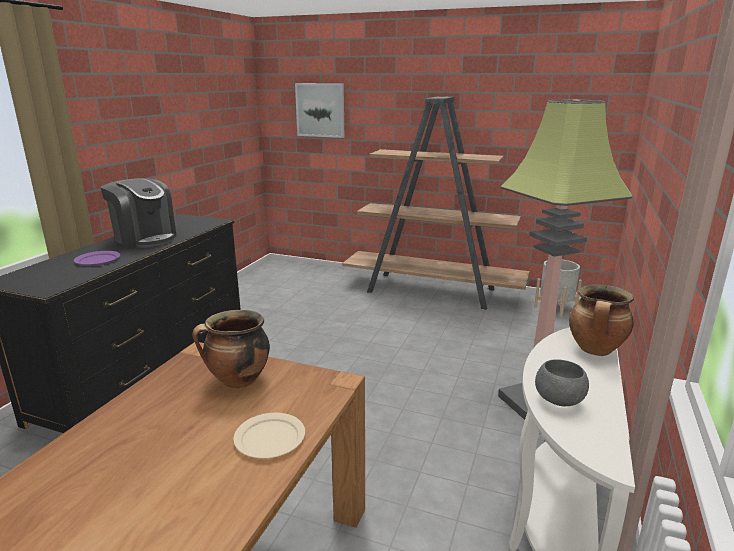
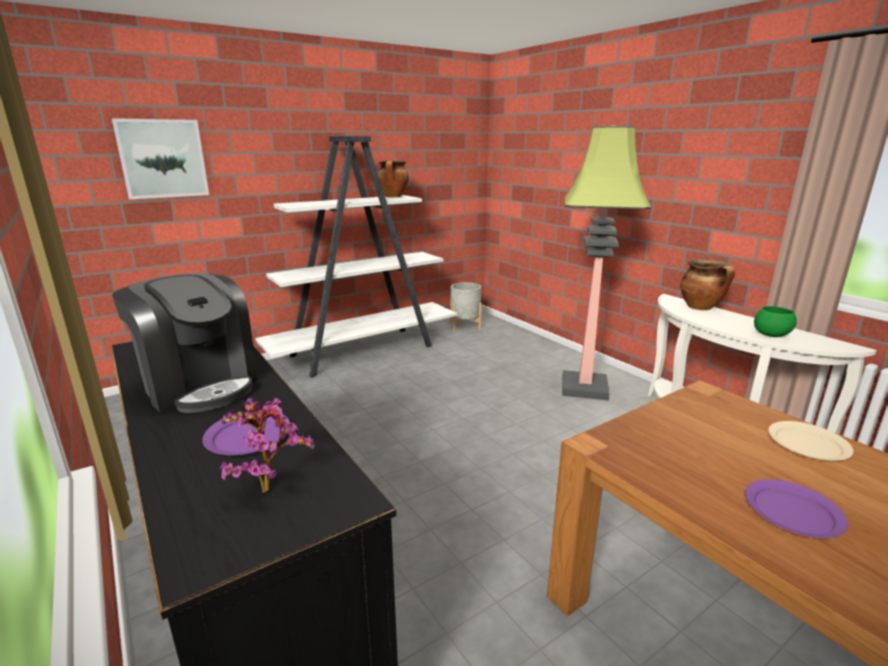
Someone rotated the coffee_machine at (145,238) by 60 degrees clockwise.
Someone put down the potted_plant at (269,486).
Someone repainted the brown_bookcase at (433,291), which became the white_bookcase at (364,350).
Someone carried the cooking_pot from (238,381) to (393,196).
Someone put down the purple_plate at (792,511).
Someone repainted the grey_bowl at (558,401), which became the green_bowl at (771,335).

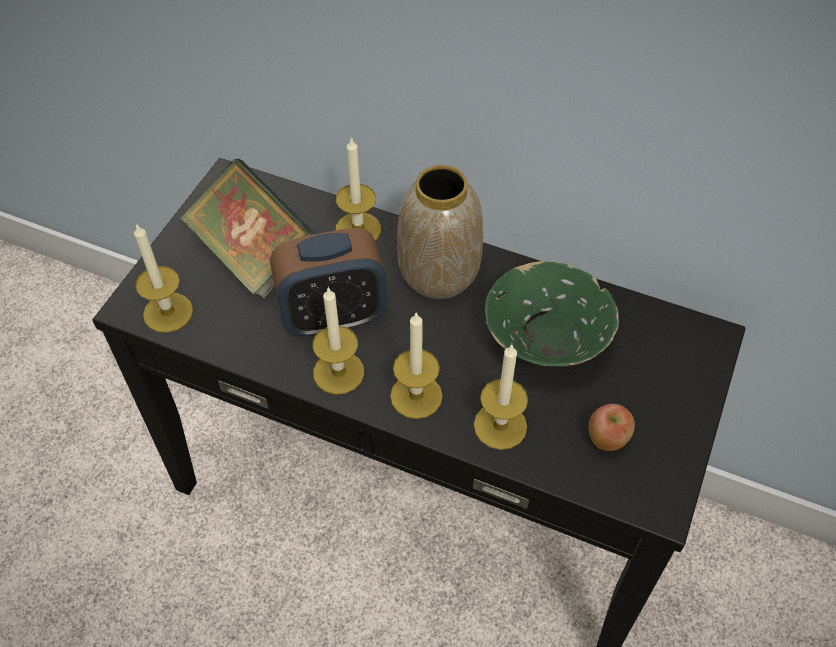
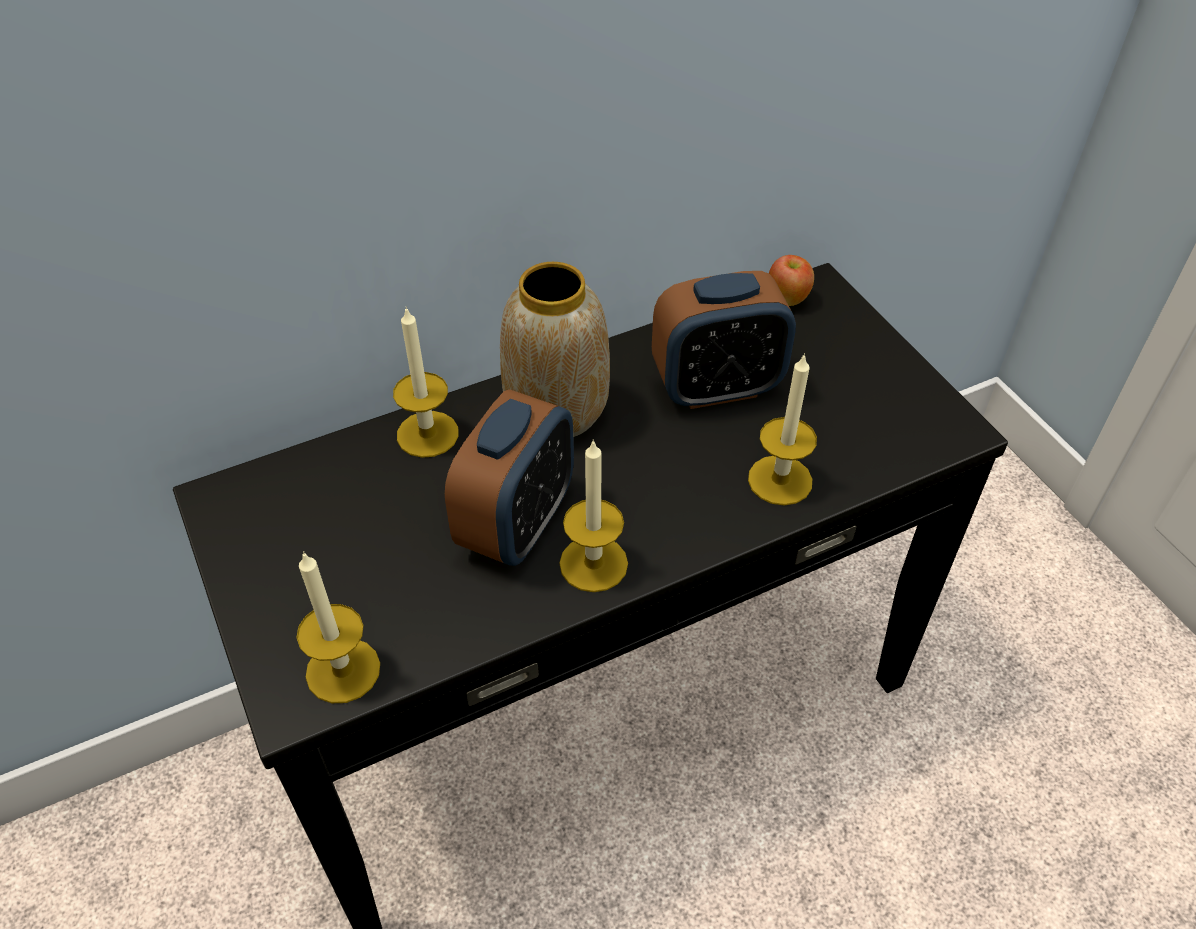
Someone swapped the green_bowl at (546,340) for the alarm_clock at (717,387).
Someone carried the apple from (607,439) to (787,298).
Someone took away the book at (254,254).
Someone took away the candle at (416,396).

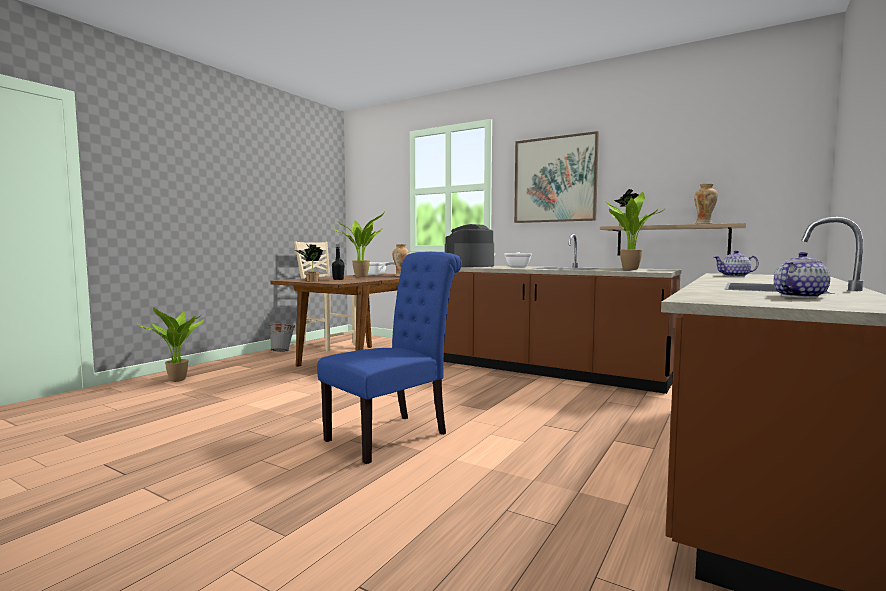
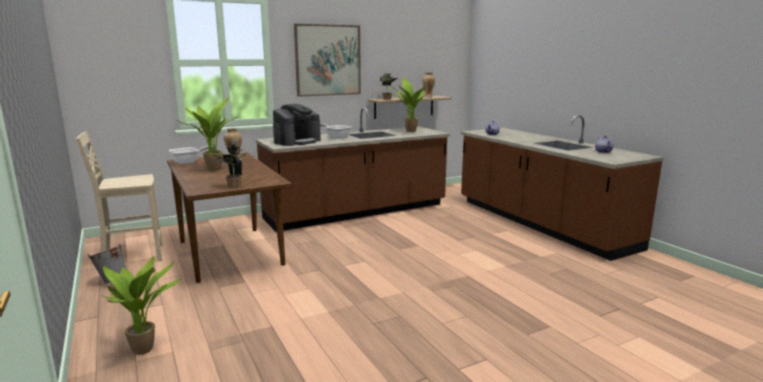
Someone rotated the coffee_machine at (469,266) by 120 degrees counterclockwise.
Someone took away the blue_chair at (393,435).

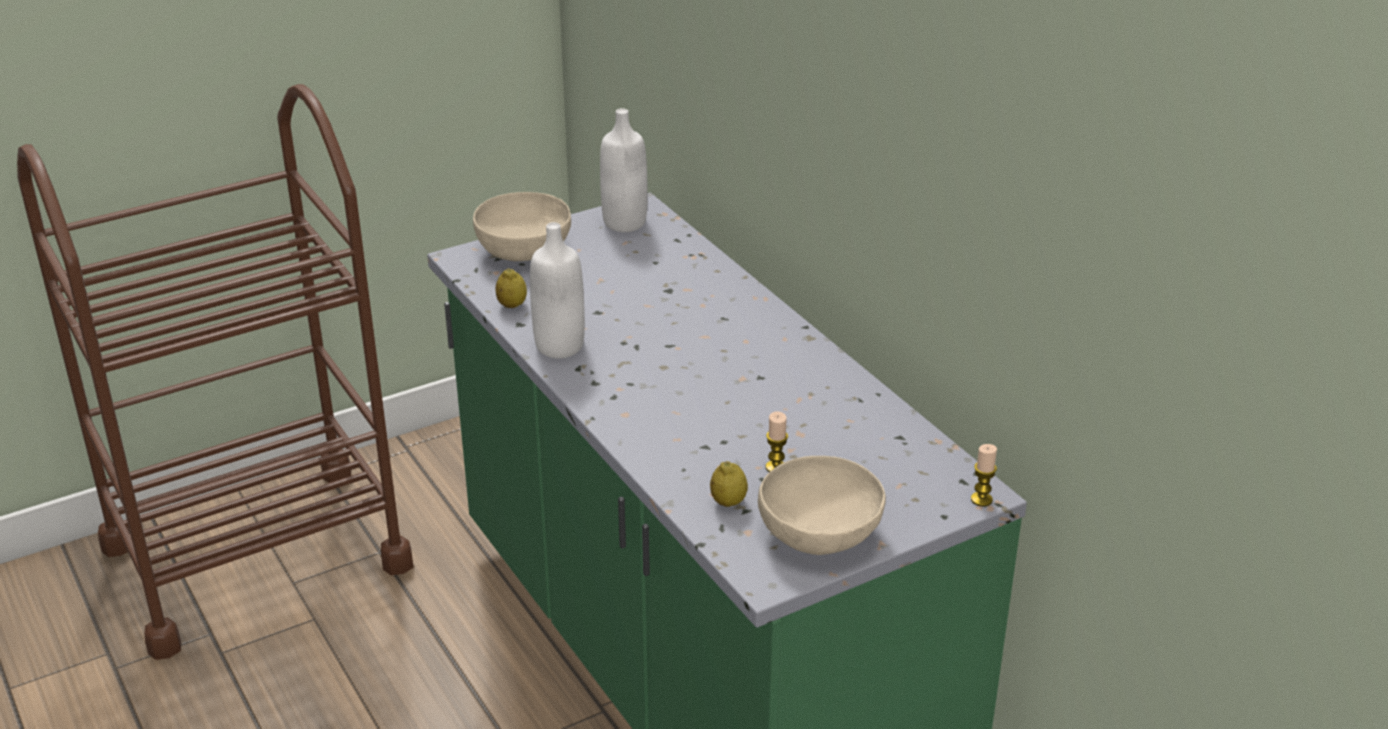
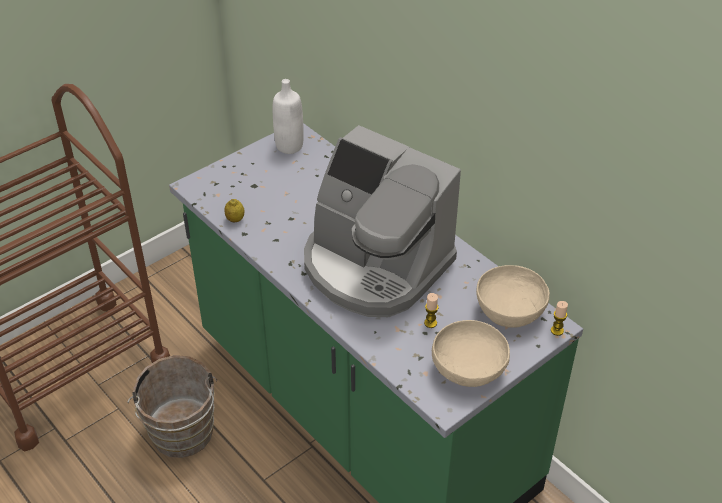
Someone put down the brown_bucket at (182,436).
Someone put down the coffee_machine at (374,266).
Someone carried the beige_bowl from (524,250) to (509,310).
Someone took away the white_bottle at (559,346).
Someone took away the lemon at (728,502).

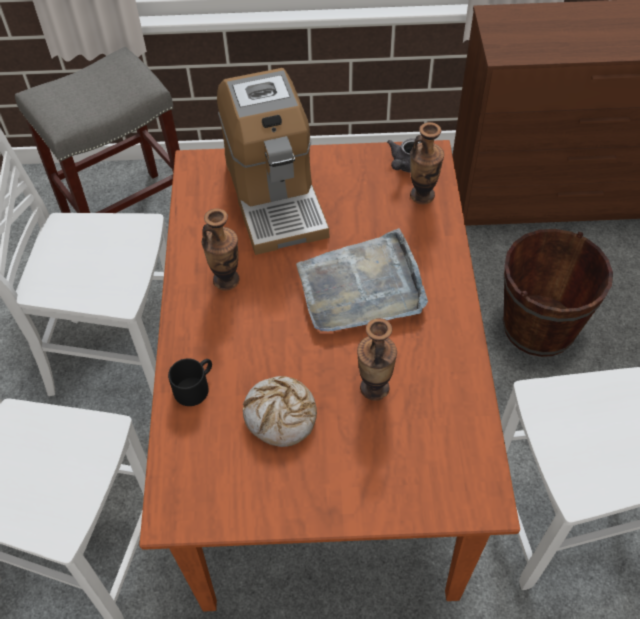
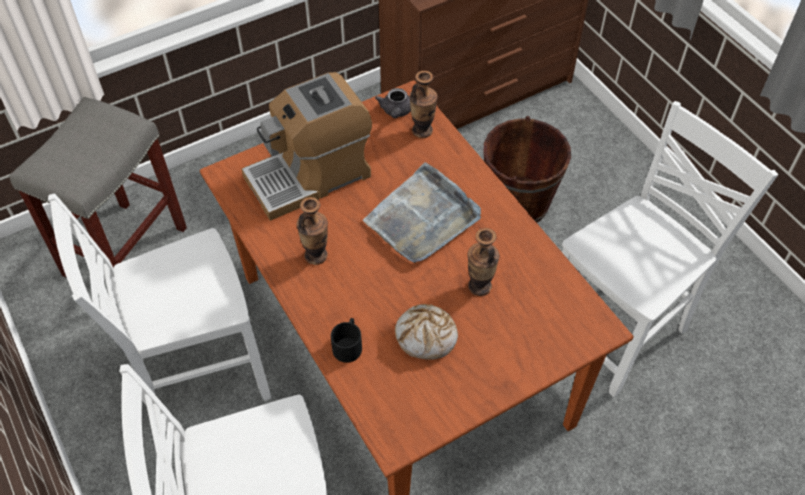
Someone rotated the coffee_machine at (275,197) by 105 degrees clockwise.

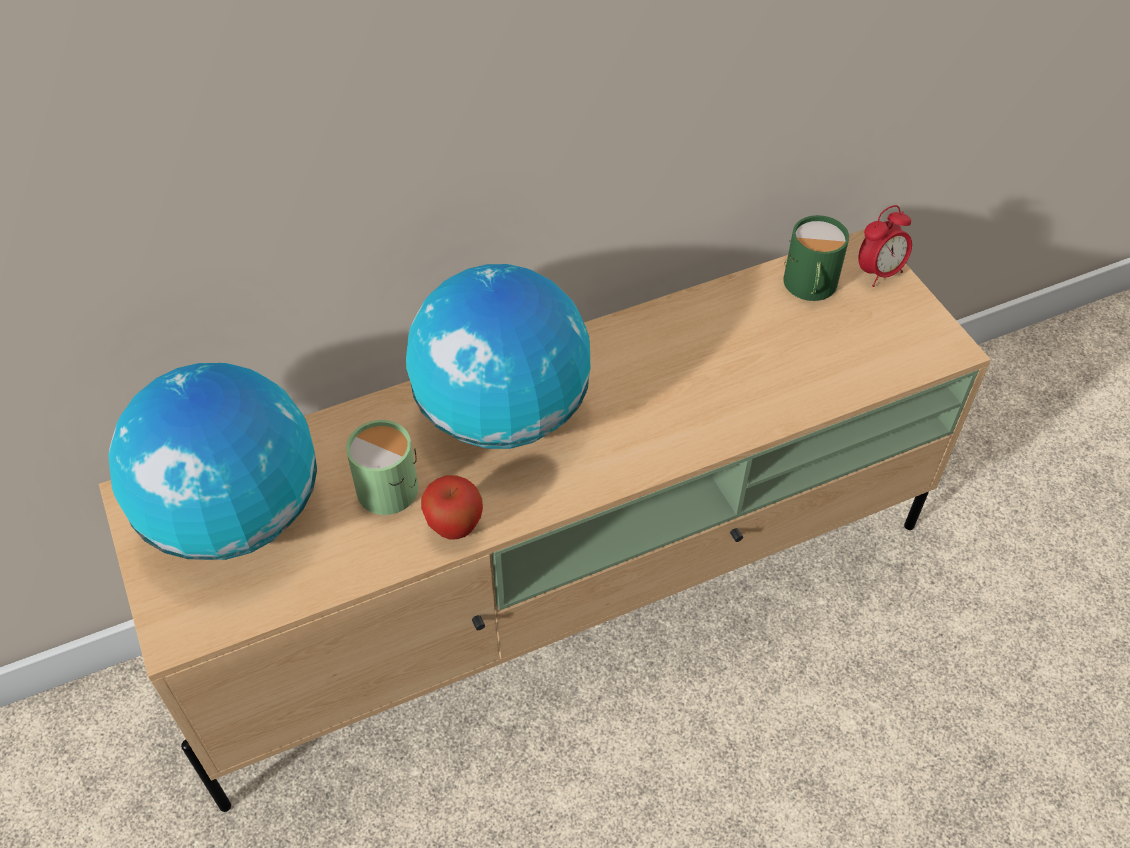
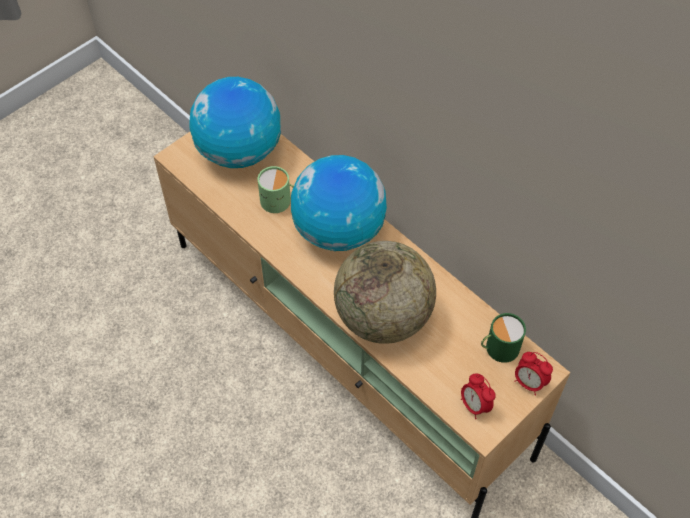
Someone put down the globe at (383,317).
Someone put down the alarm_clock at (474,405).
Someone took away the apple at (455,527).

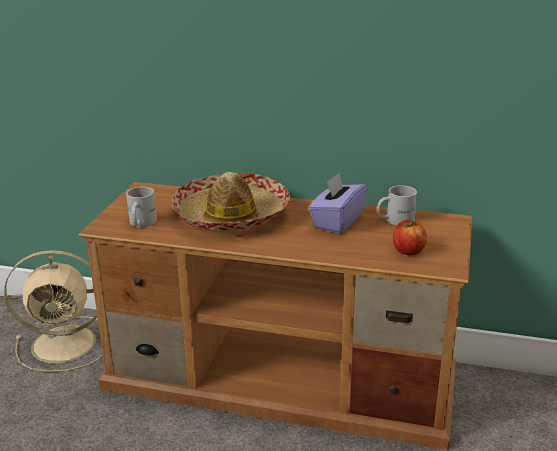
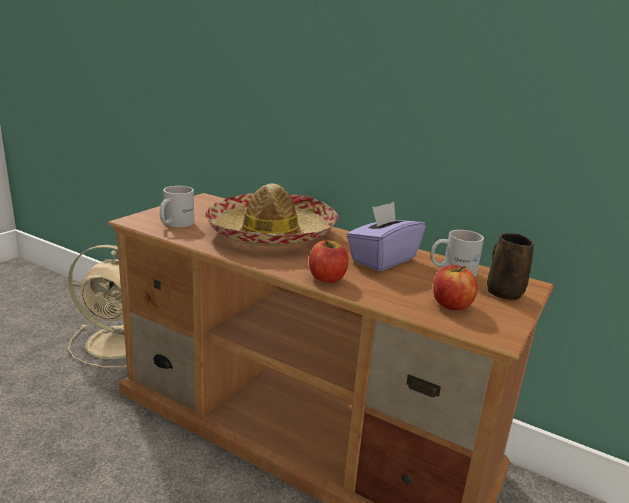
Someone put down the apple at (327,278).
Someone put down the brown_mug at (503,291).

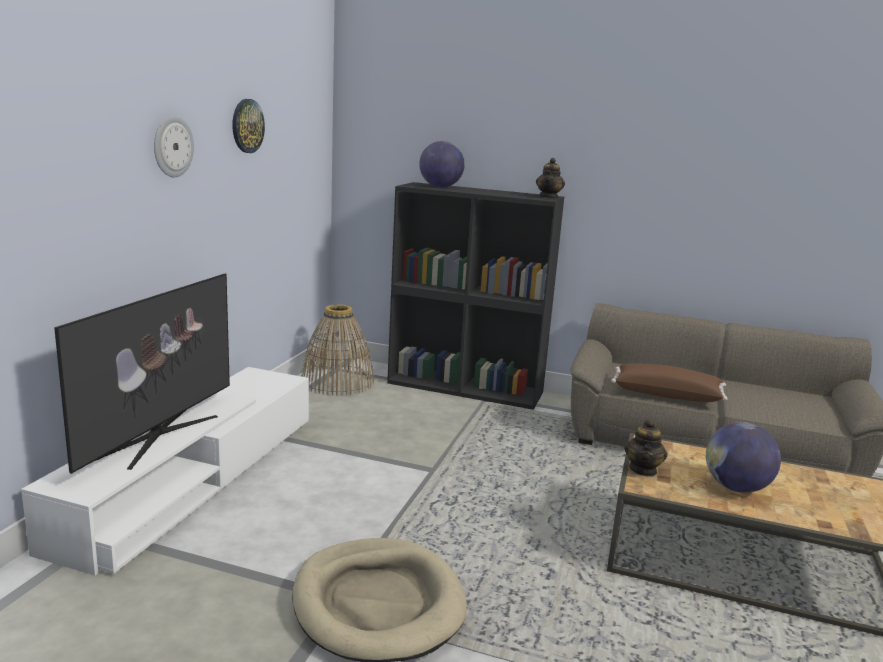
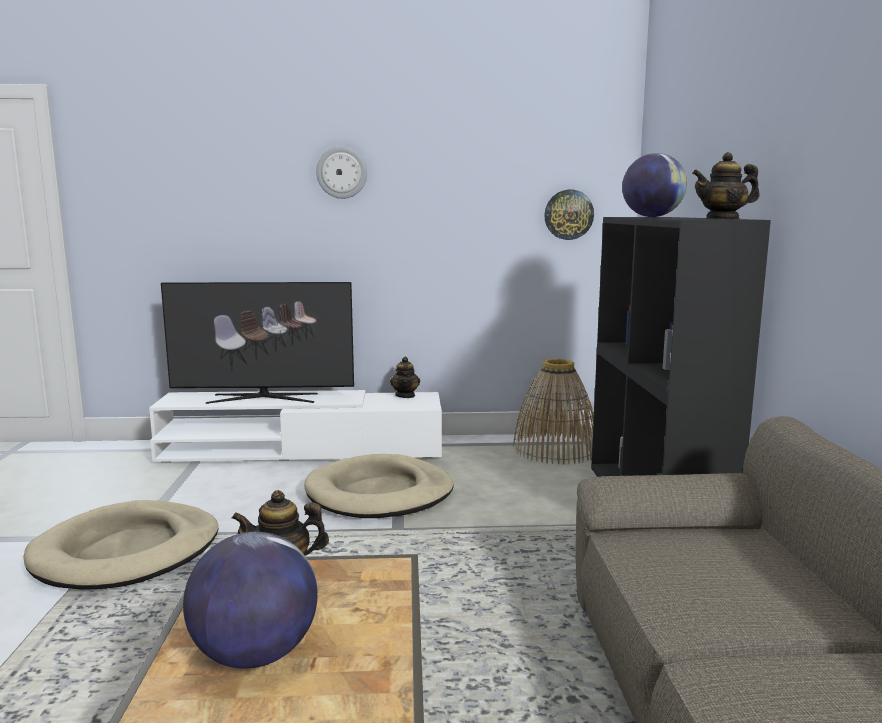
Someone put down the beige_dog_bed at (379,493).
Someone put down the teapot at (405,395).
Someone carried the wall_clock from (247,126) to (568,214).
Someone took away the brown_pillow at (667,394).

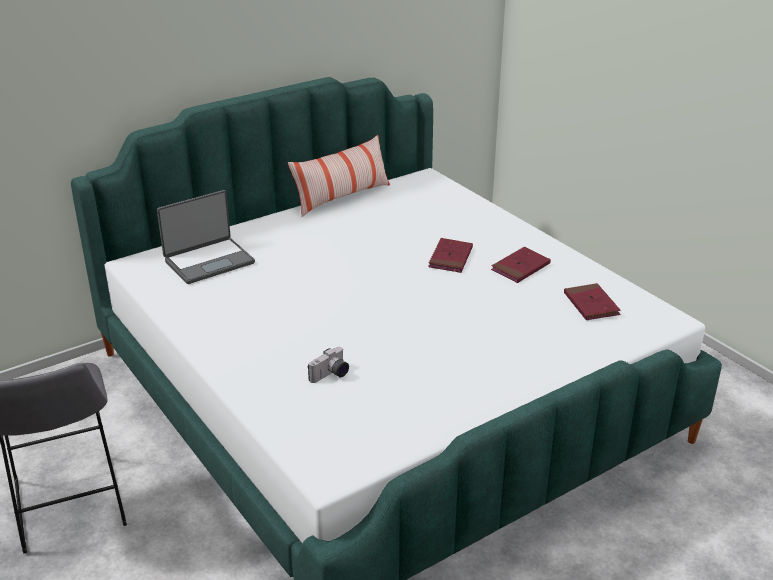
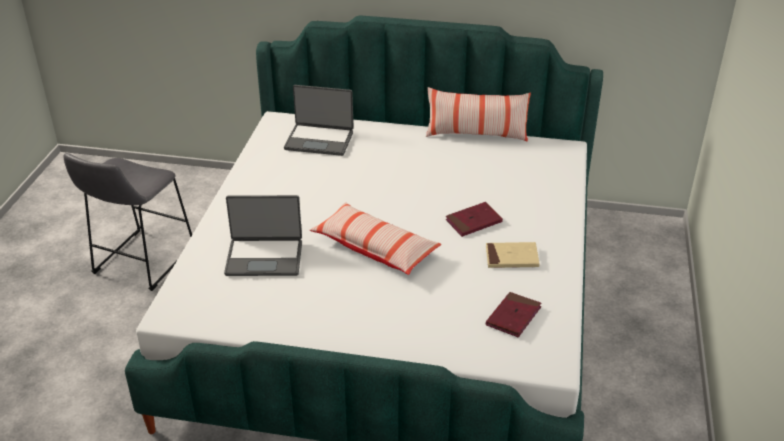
Someone swapped the photo_camera at (331,375) for the laptop at (264,257).
Someone put down the pillow at (375,248).
Someone repainted the red_book at (520,267), which became the beige_book at (511,257).

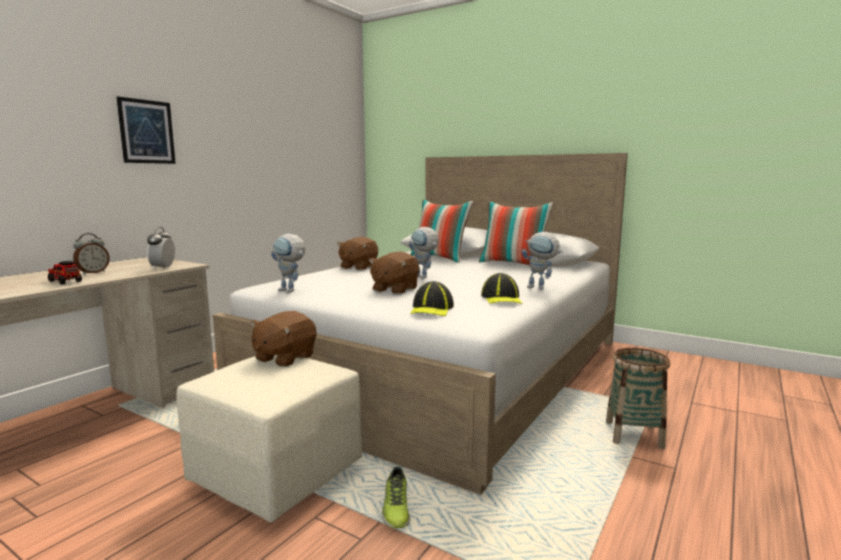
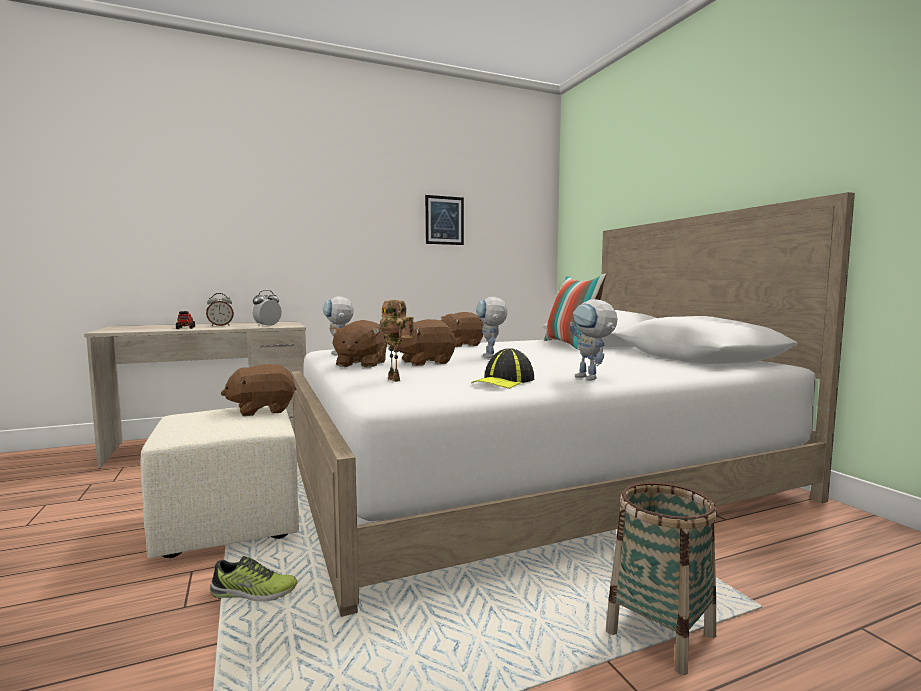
Someone rotated the shoe at (395,508) by 120 degrees counterclockwise.
Someone put down the brown_plush_toy at (361,364).
Someone swapped the cap at (432,309) for the toy_robot at (396,380).
Someone carried the picture from (147,131) to (444,220).
Someone took away the pillow at (513,264).

